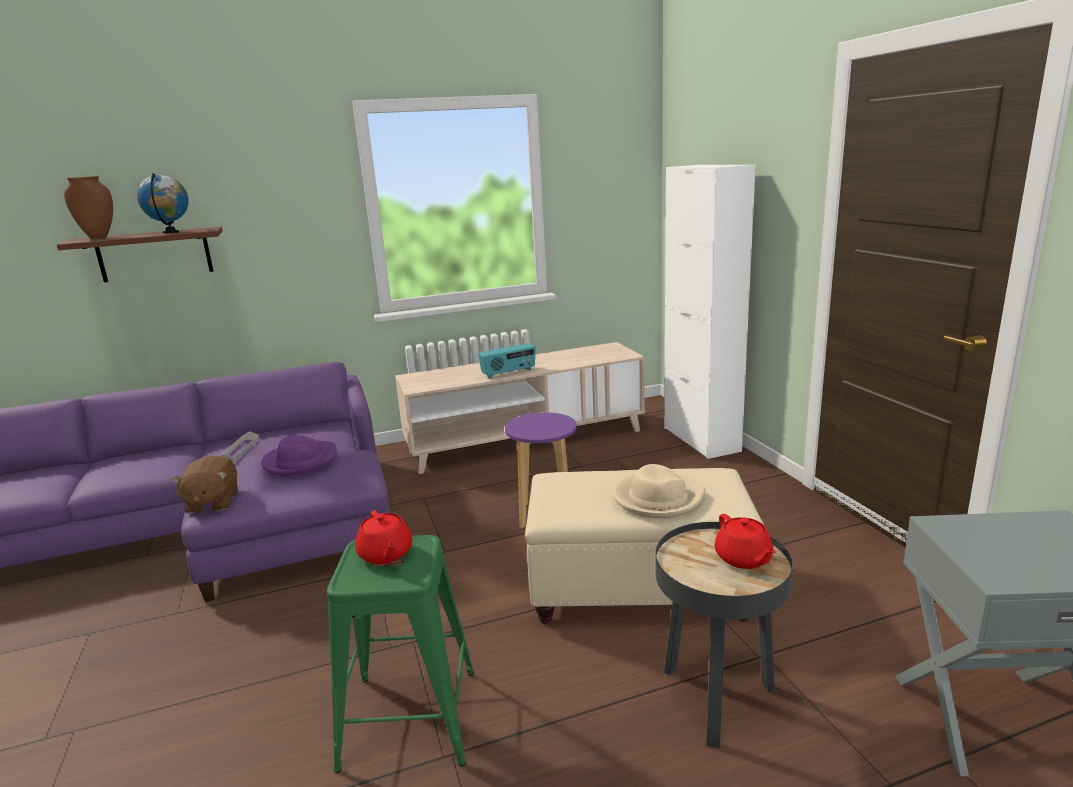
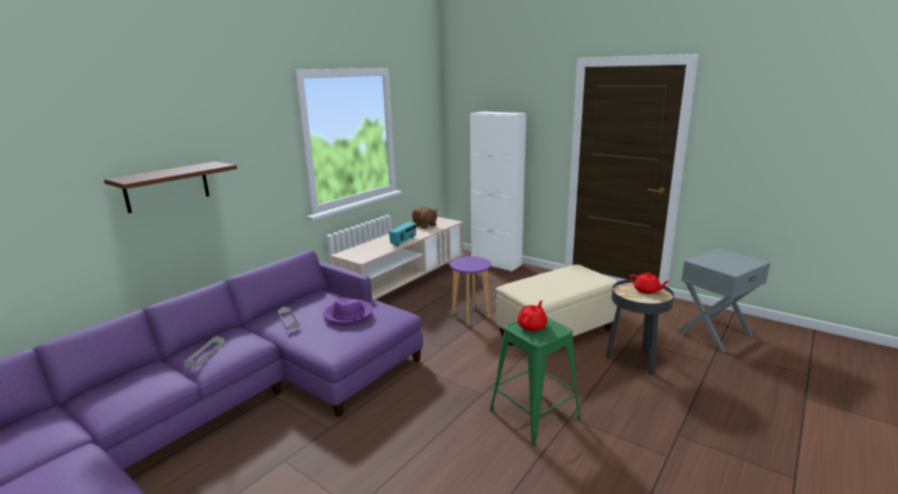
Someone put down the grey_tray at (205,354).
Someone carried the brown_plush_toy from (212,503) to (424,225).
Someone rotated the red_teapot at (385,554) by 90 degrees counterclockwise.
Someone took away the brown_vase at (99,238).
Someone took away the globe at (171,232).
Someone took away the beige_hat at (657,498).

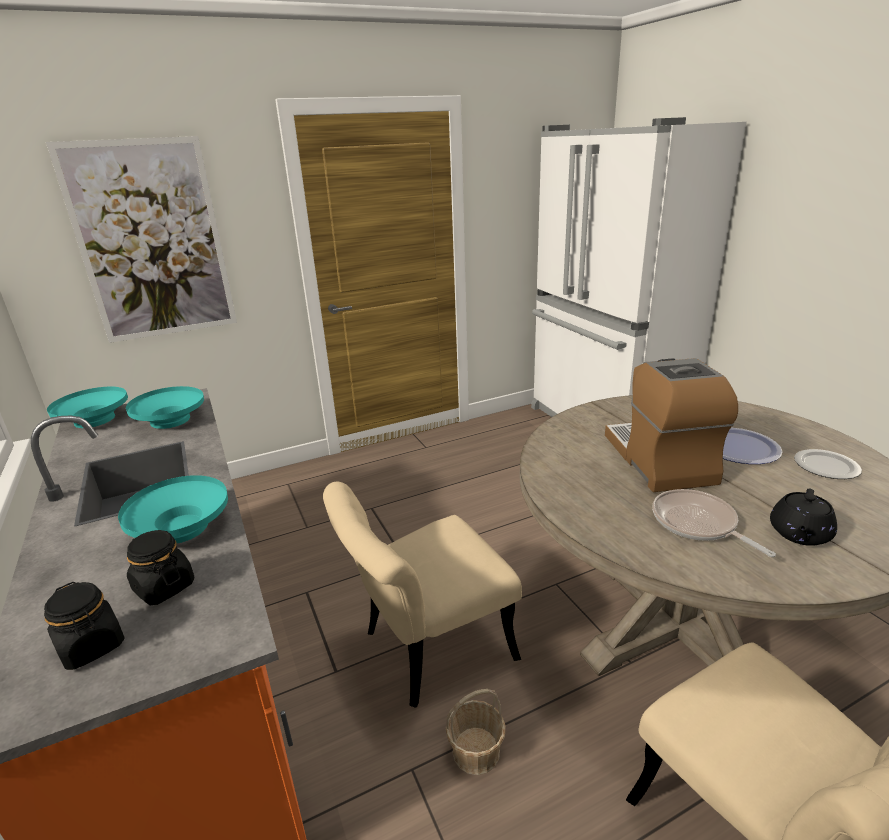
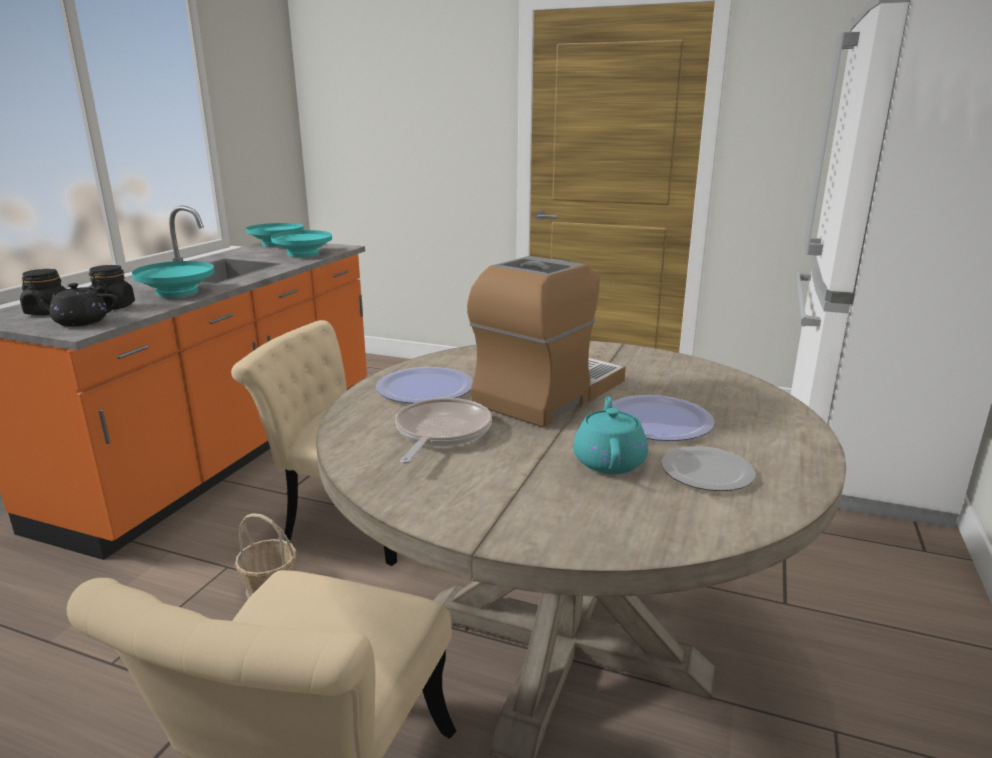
Someone carried the black_teapot from (799,534) to (79,322).
Someone put down the plate at (425,388).
Someone put down the turquoise_teapot at (609,461).
Someone took away the picture at (152,242).

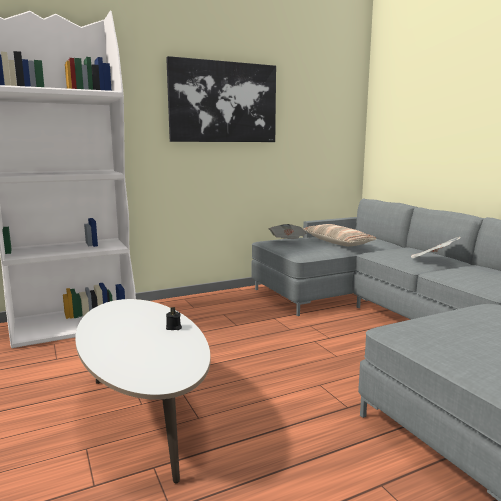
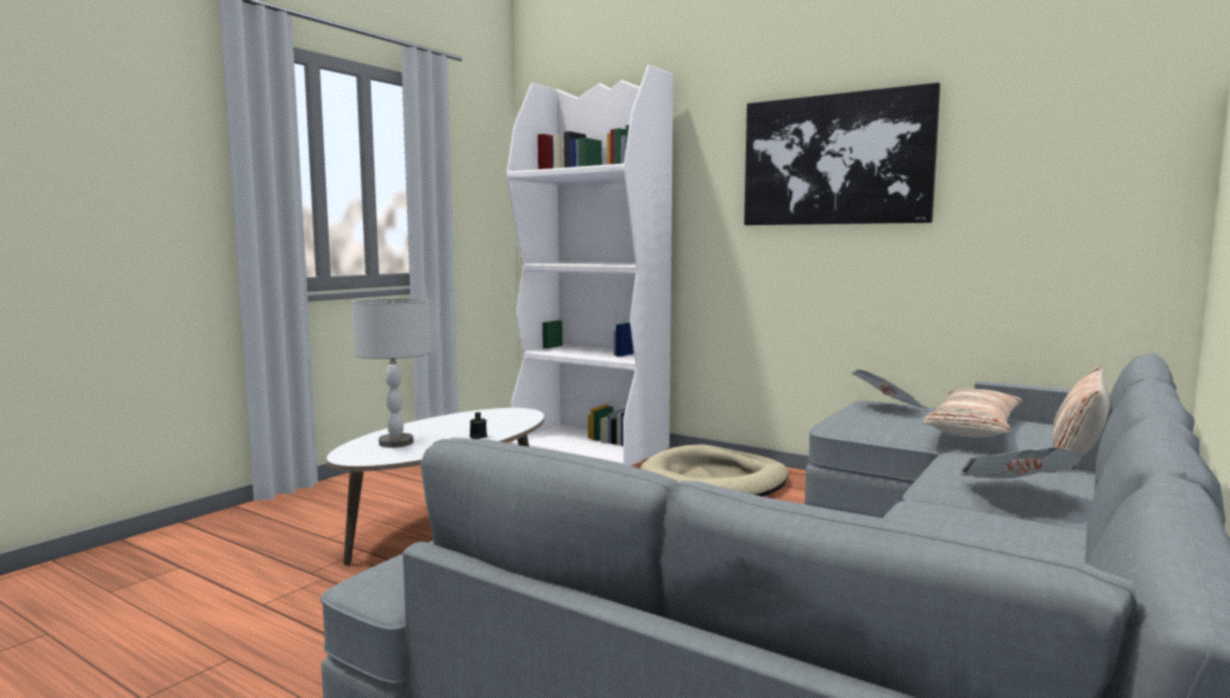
Someone put down the grey_table_lamp at (396,443).
Someone put down the beige_dog_bed at (714,482).
Someone put down the pillow at (1078,450).

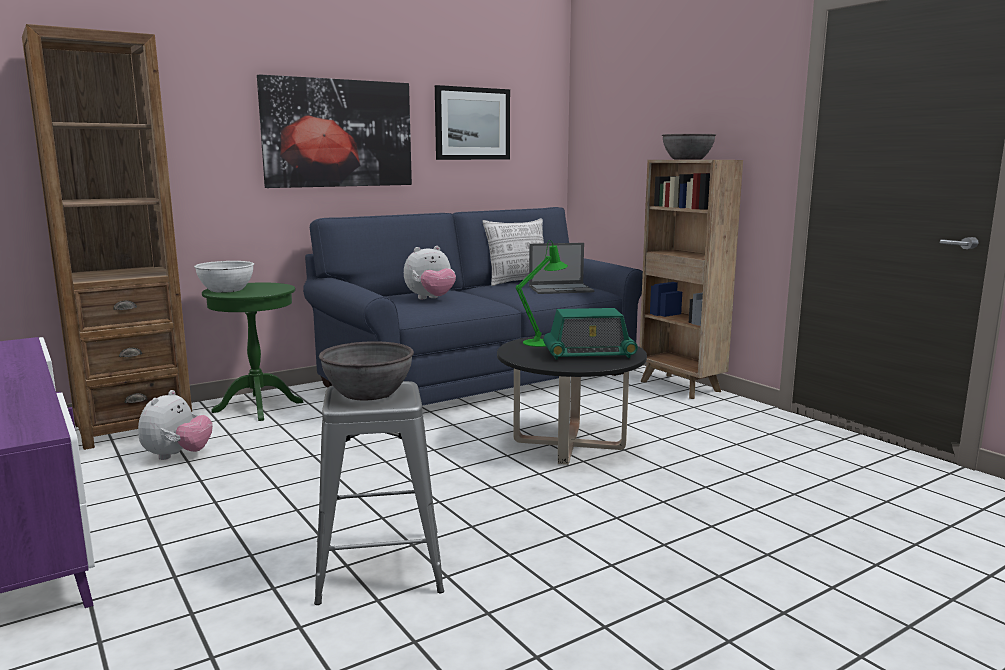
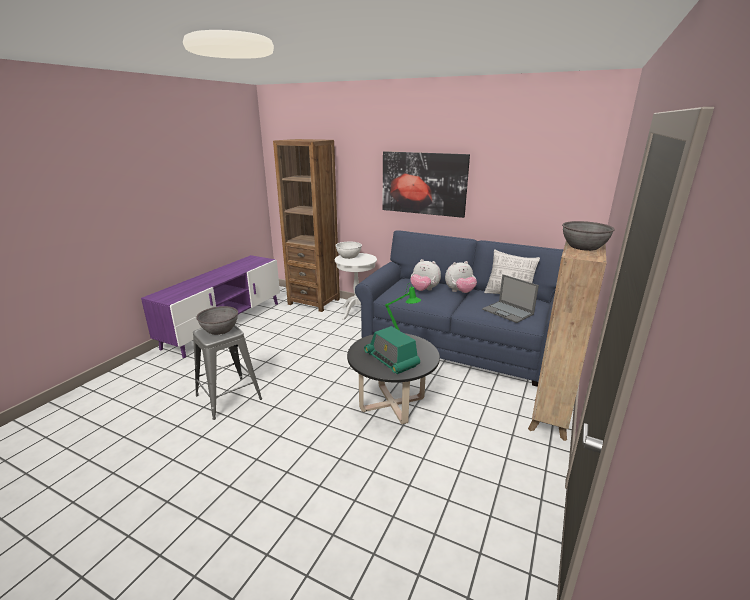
Someone repainted the green_side_table at (258,407), which became the white_side_table at (356,312).
Someone carried the plush_toy from (177,456) to (459,292).
Someone took away the picture at (472,124).

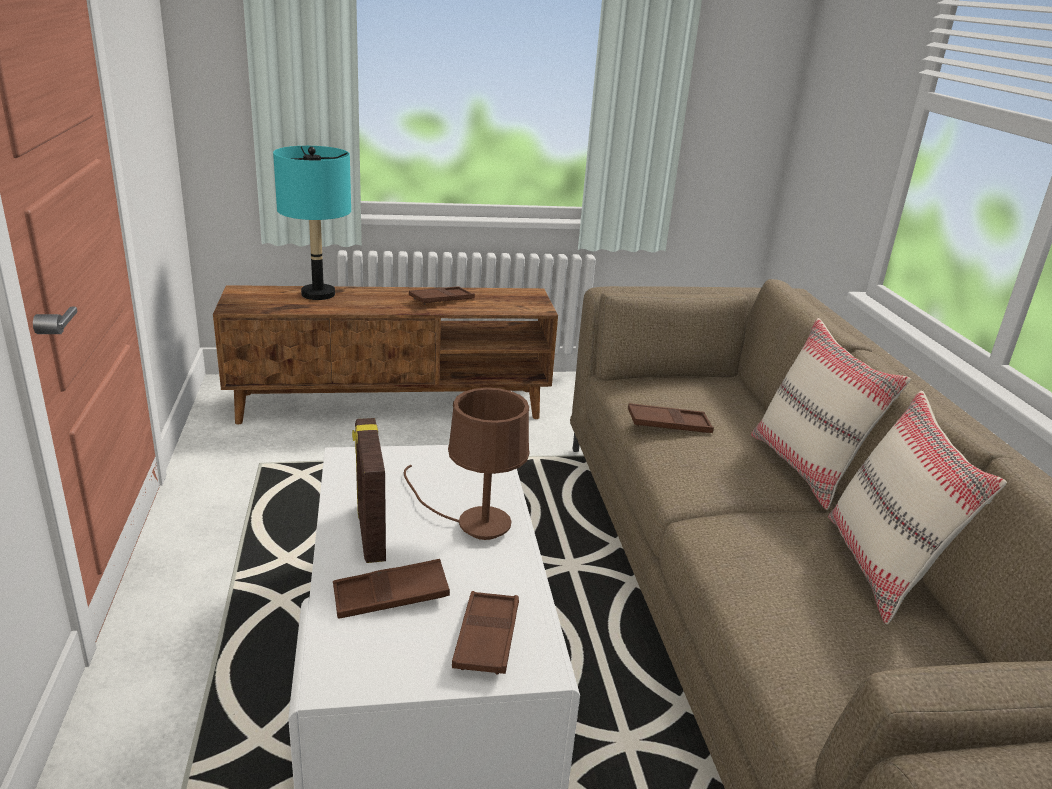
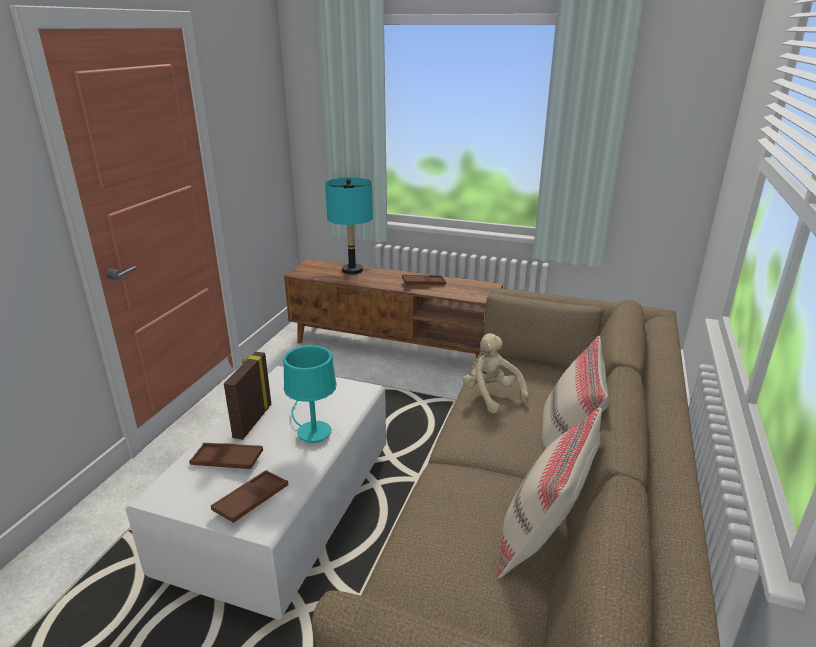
Someone repainted the brown_table_lamp at (471,523), which became the turquoise_table_lamp at (311,430).
Someone swapped the brown_tray at (669,424) for the beige_plush_toy at (491,395).

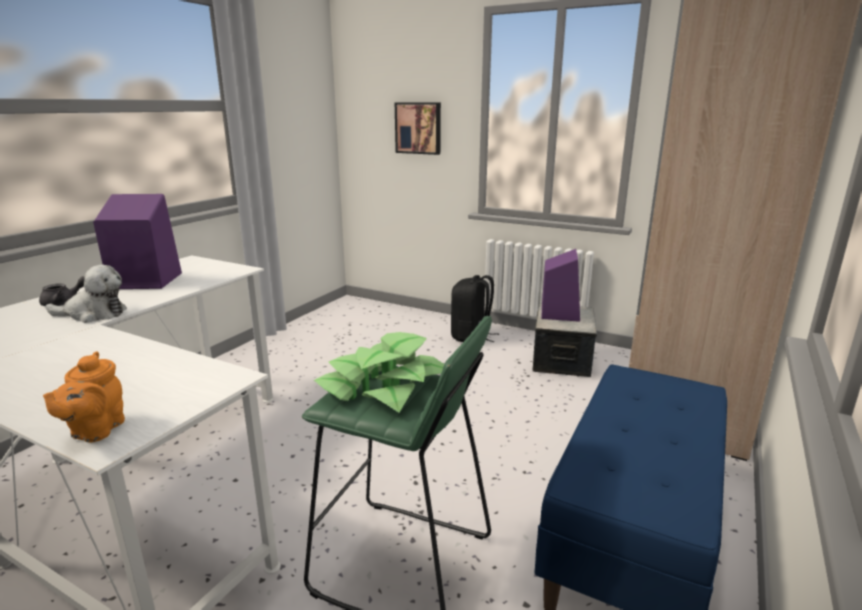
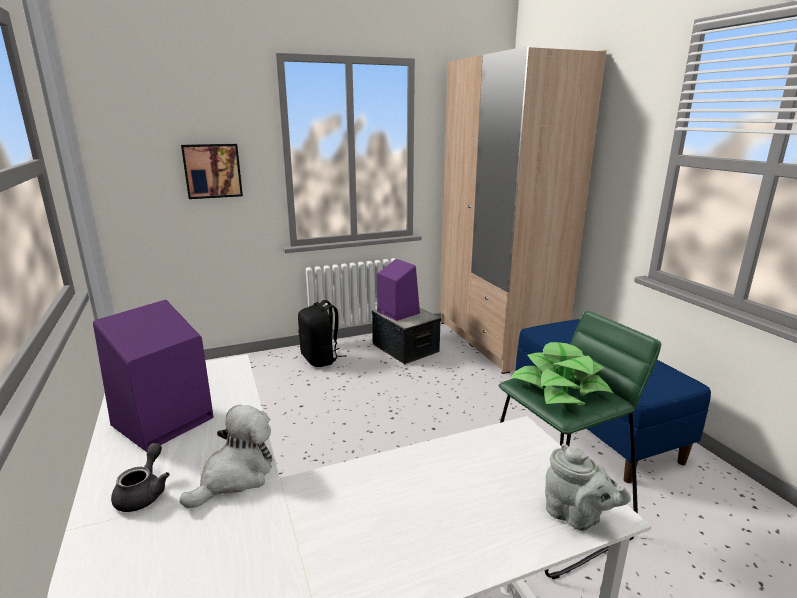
Someone repainted the orange_teapot at (95,431), which became the grey_teapot at (576,516).

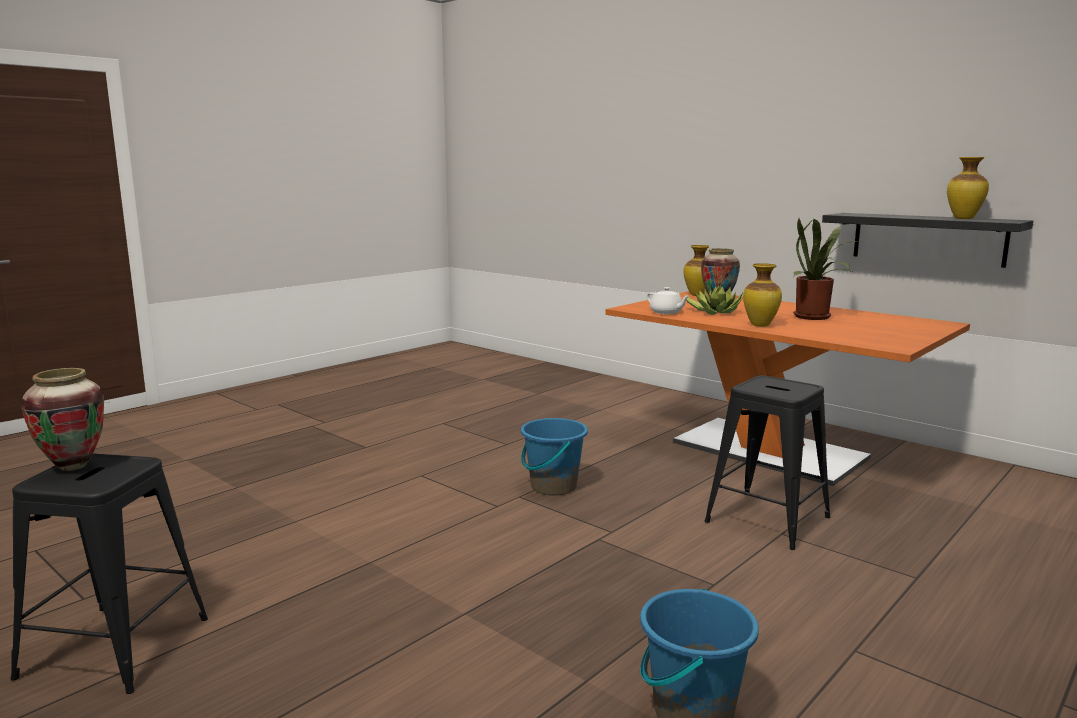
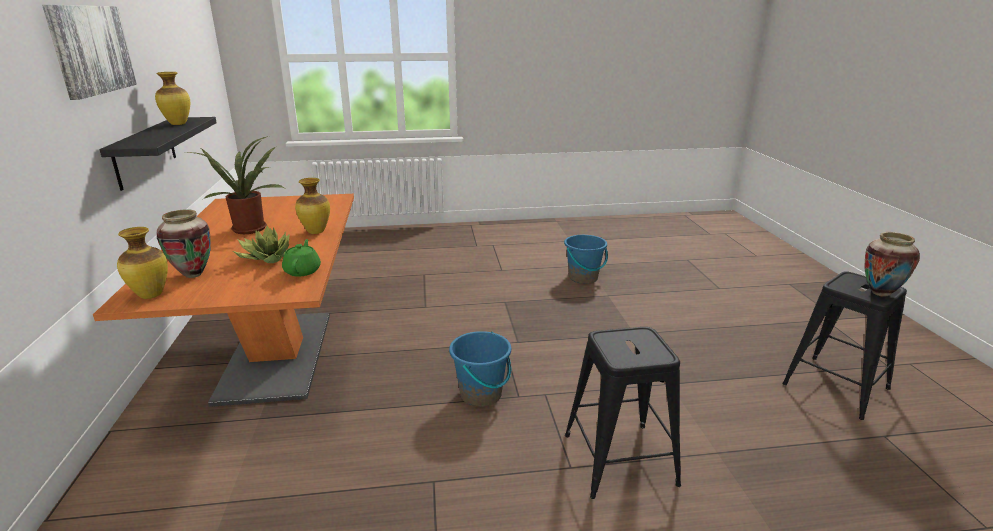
Someone put up the picture at (91,49).
Someone repainted the white_teapot at (666,312), which became the green_teapot at (303,271).
Someone carried the black_stool from (768,519) to (619,459).

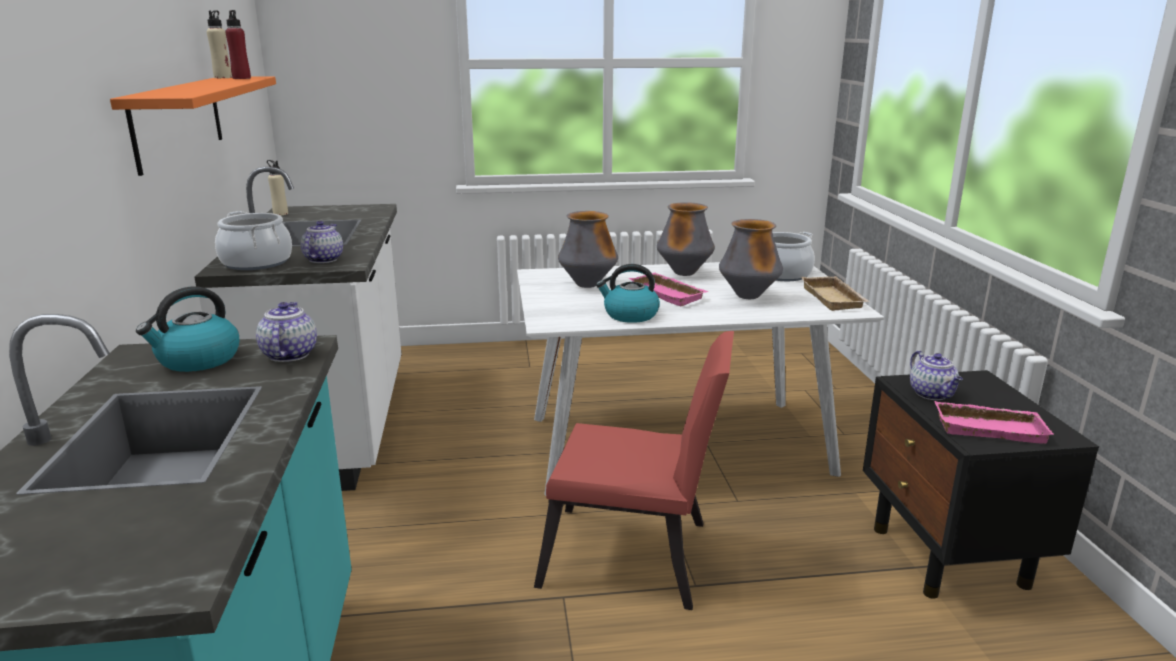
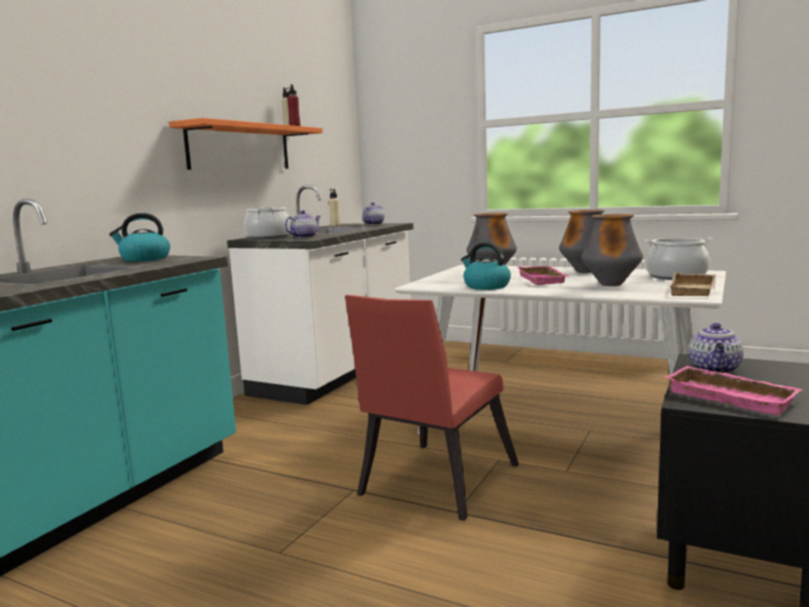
Someone rotated the red_chair at (636,559) by 75 degrees clockwise.
Someone carried the teapot from (289,354) to (373,224).

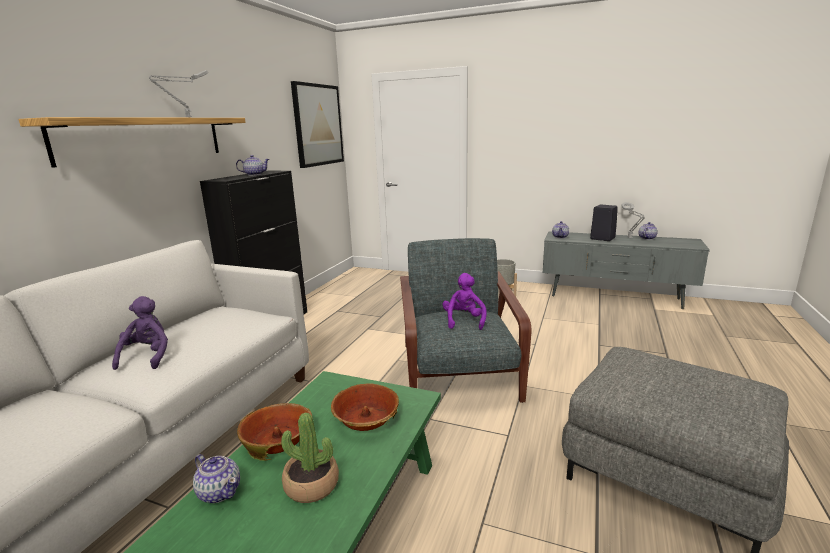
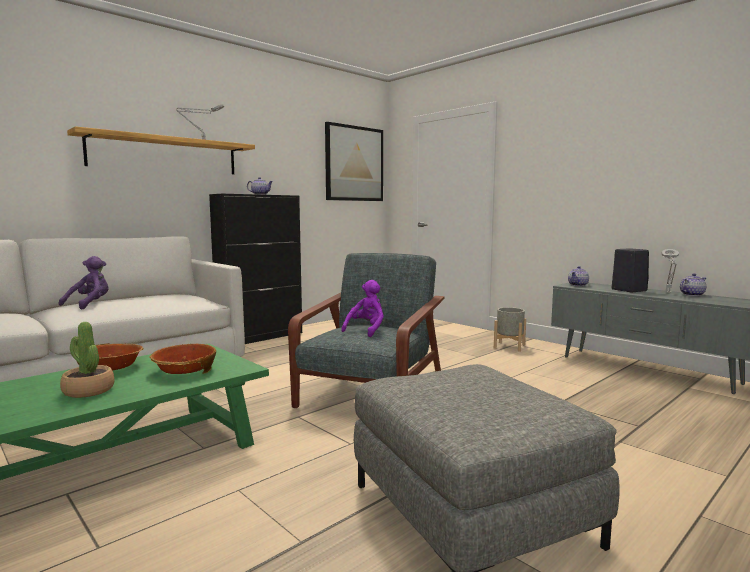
Someone took away the teapot at (219,491).

